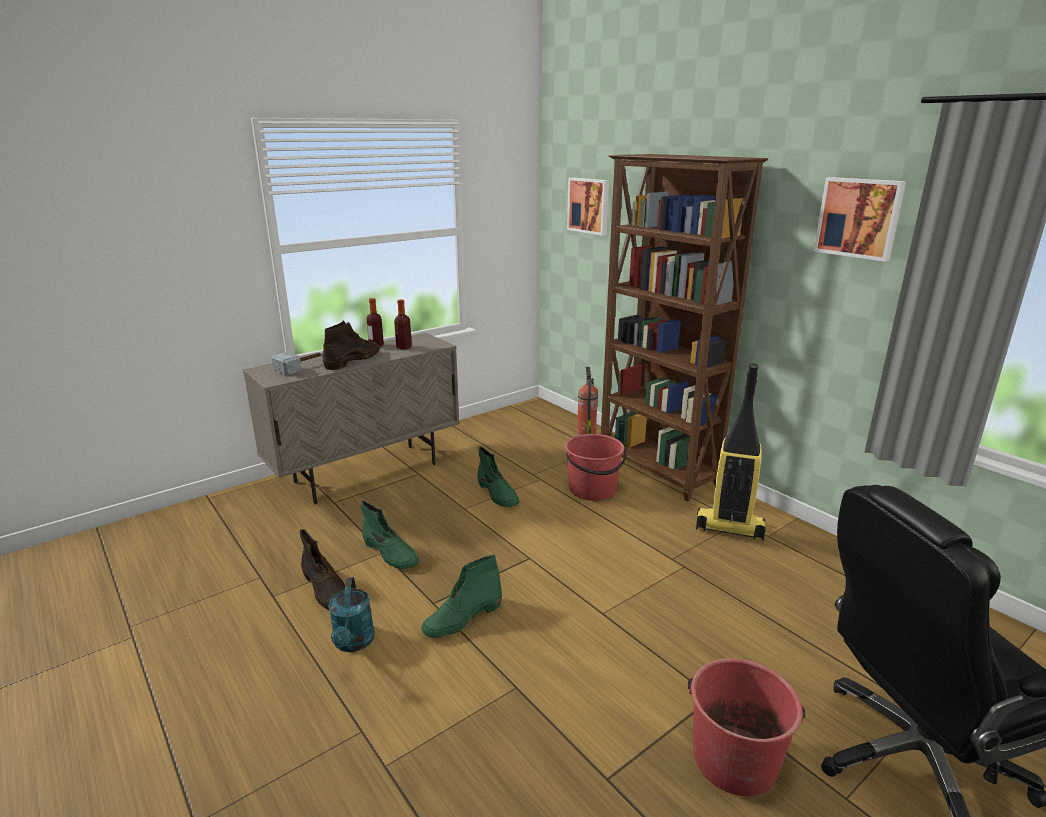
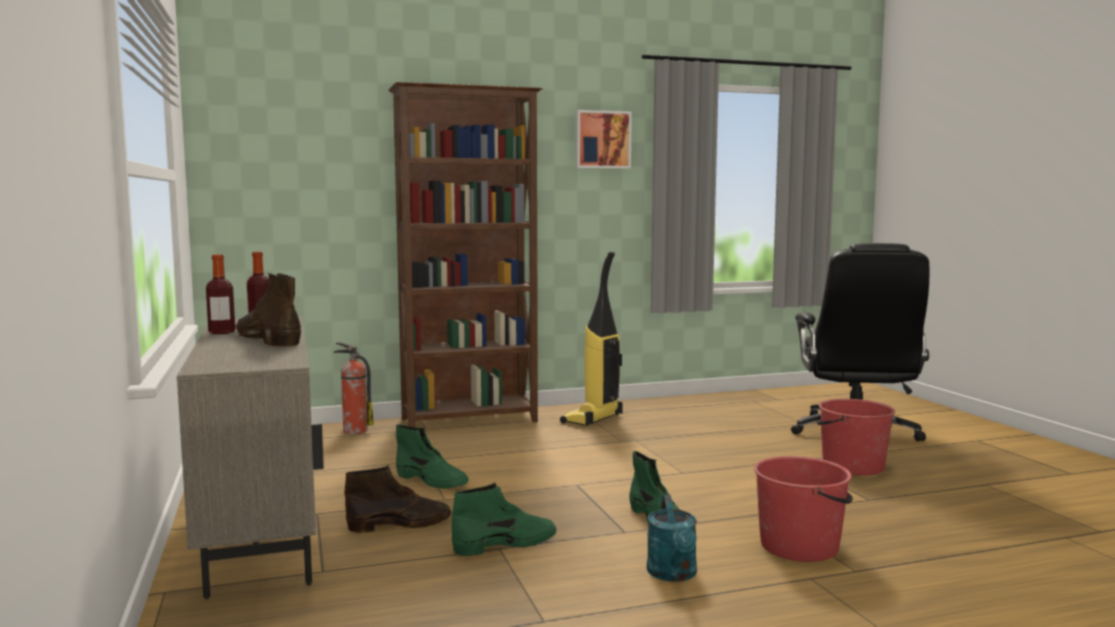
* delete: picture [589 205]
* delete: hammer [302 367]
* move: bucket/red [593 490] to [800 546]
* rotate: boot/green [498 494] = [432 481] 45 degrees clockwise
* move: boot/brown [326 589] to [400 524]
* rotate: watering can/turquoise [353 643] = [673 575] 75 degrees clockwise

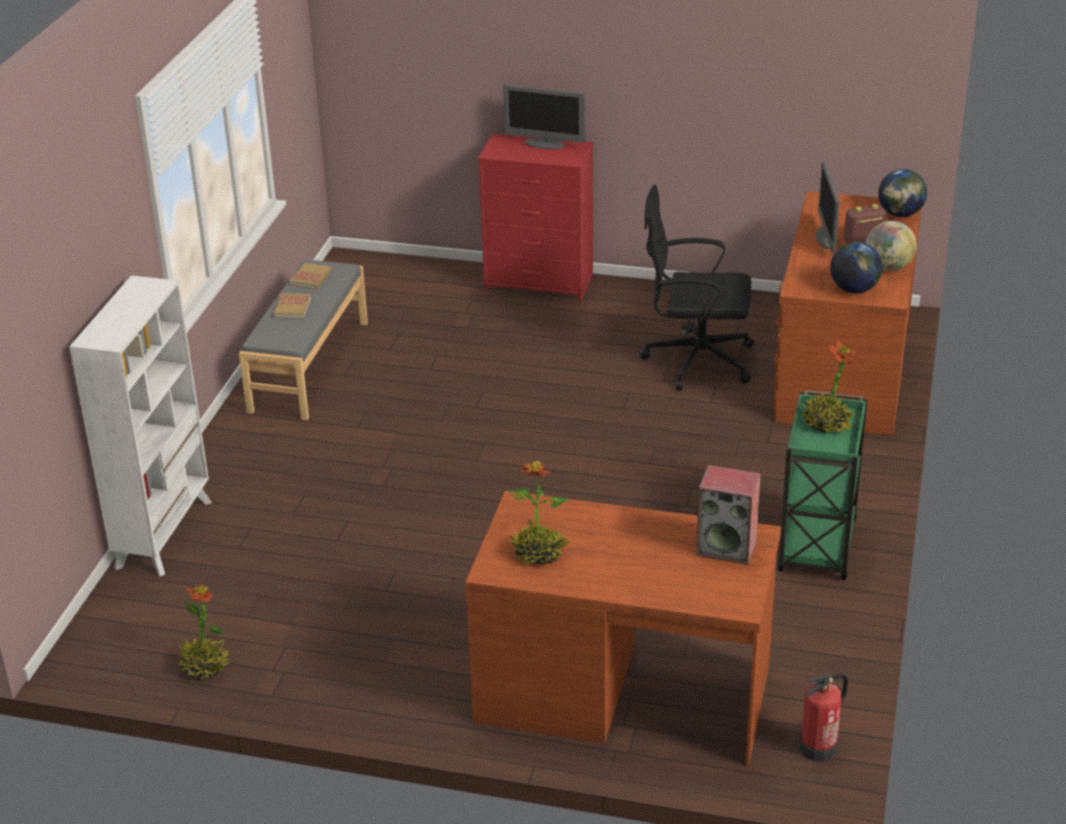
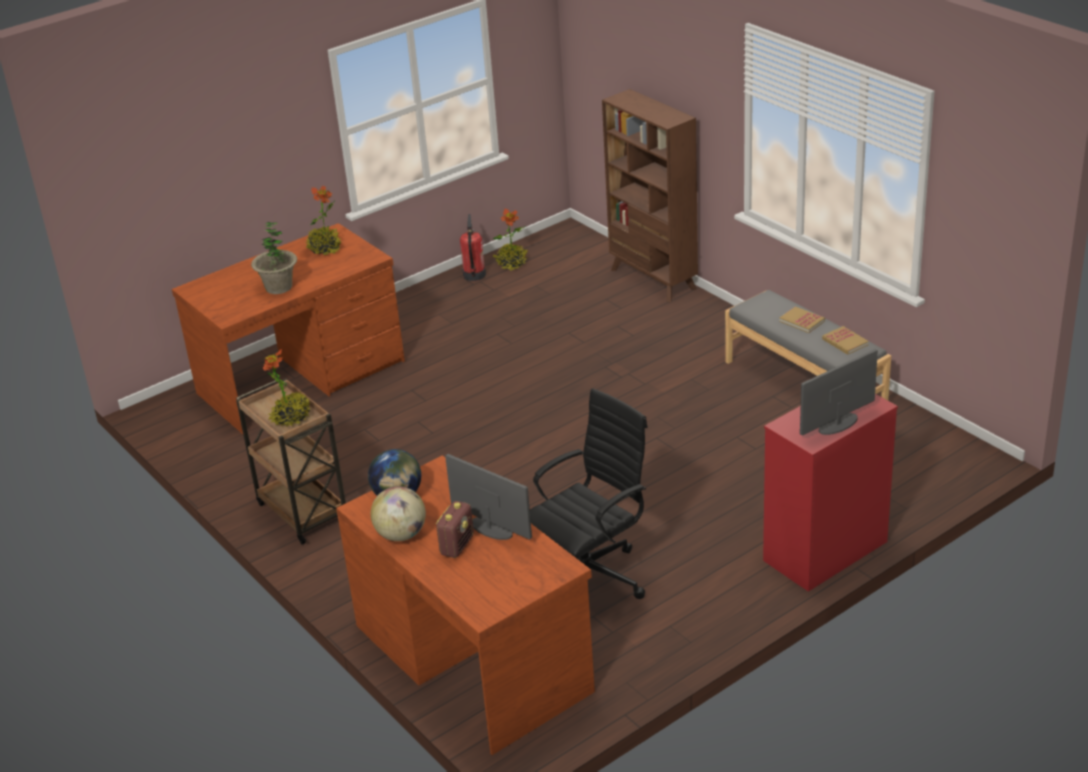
* delete: globe [900 214]
* recolor: bookcase/white [165 533] to bookcase/brown [653 279]
* recolor: cart/green [817 547] to cart/brown [302 511]
* delete: speaker [727 547]
* move: fire extinguisher [819 747] to [474 275]
* insert: potted plant [279 287]

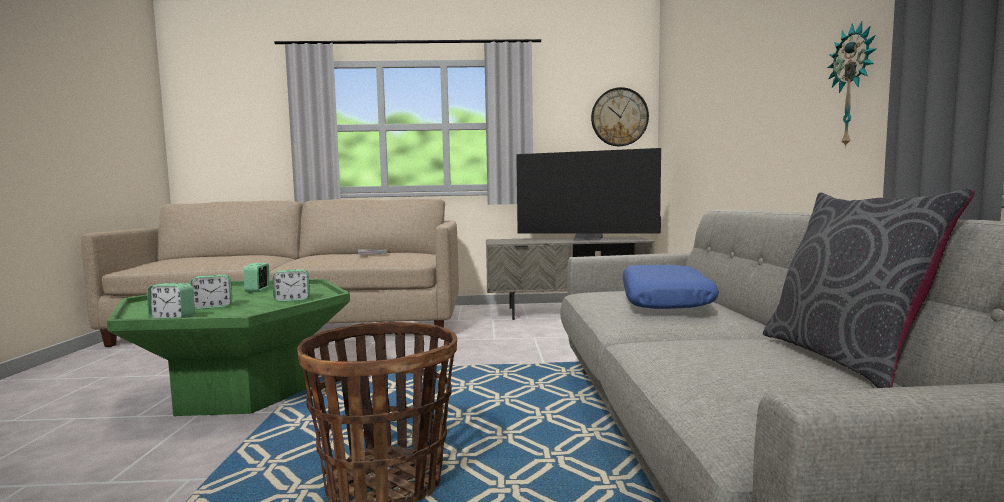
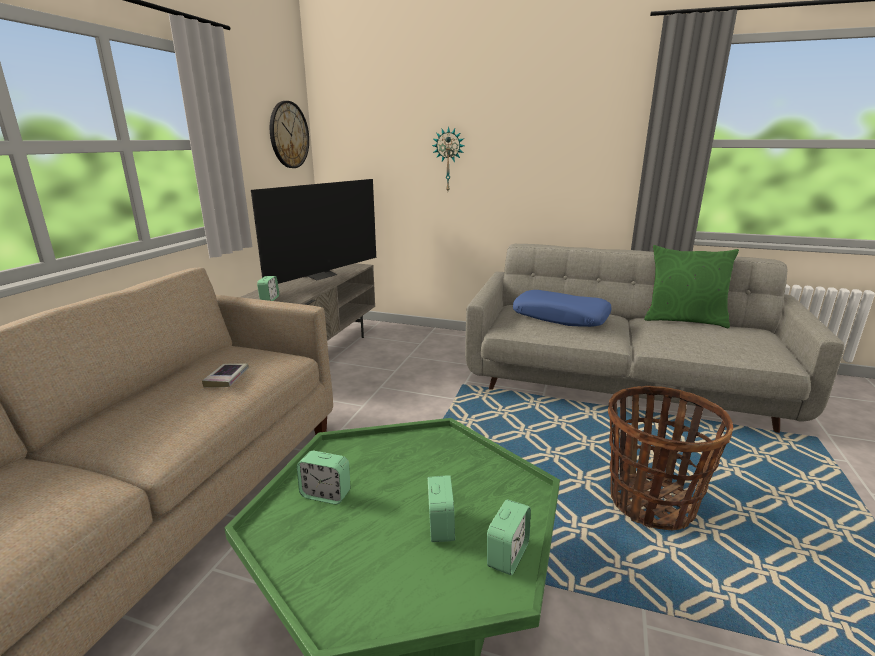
* move: wall clock [854 86] to [448 160]
* recolor: pillow/grey [843 358] to pillow/green [683 320]
* move: alarm clock [292 300] to [269 299]

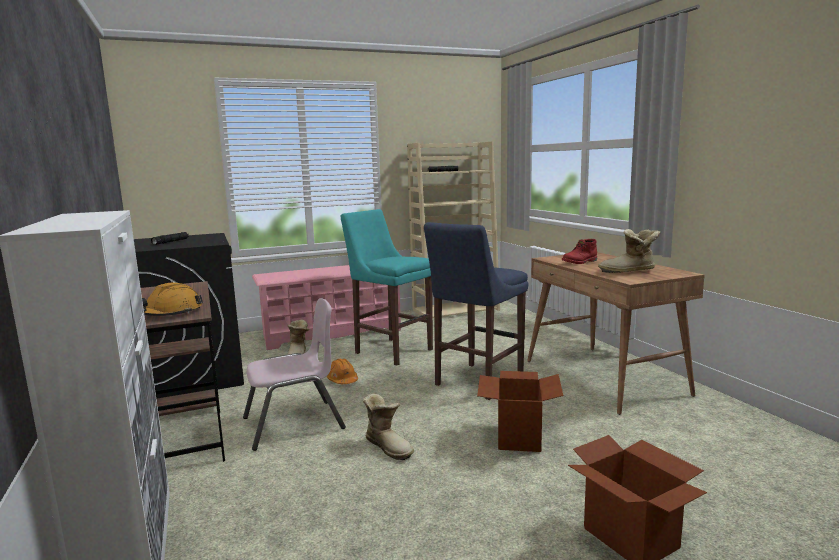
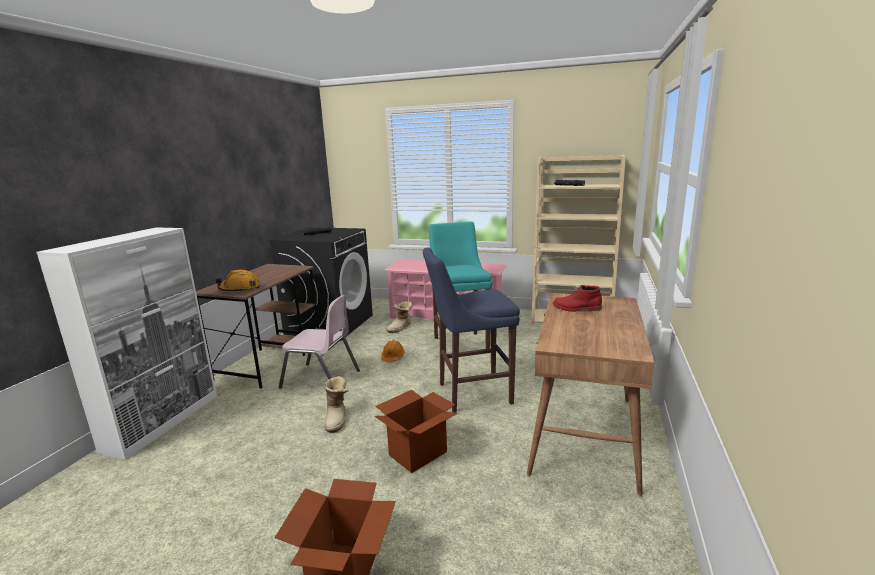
* delete: boot [629 271]

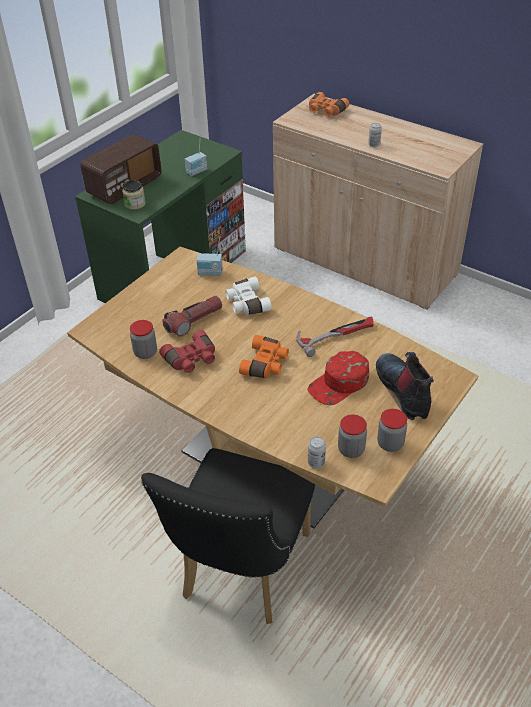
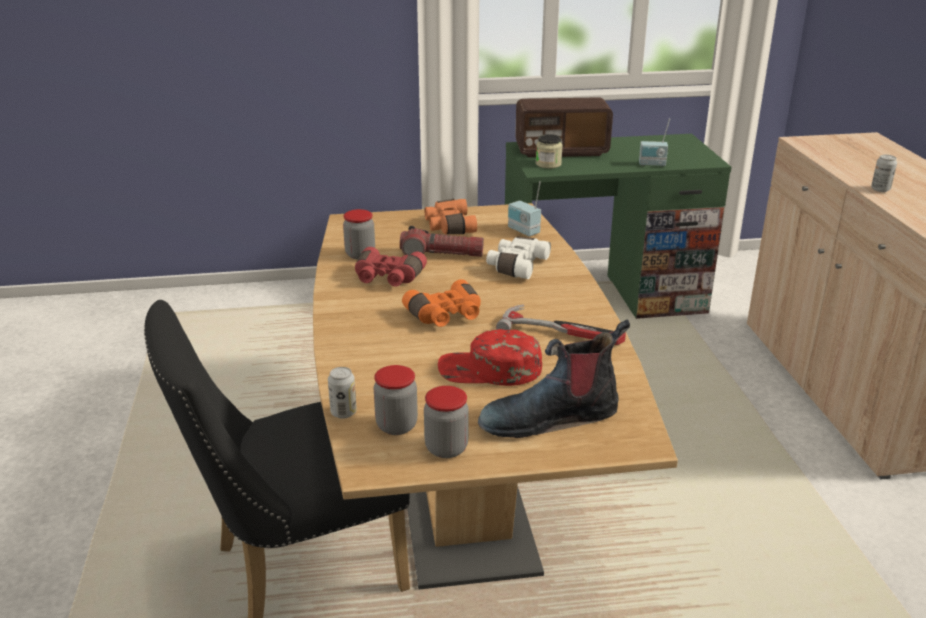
* move: binoculars/orange [325 111] to [448 226]
* rotate: boot [404 391] = [550 417] 135 degrees counterclockwise

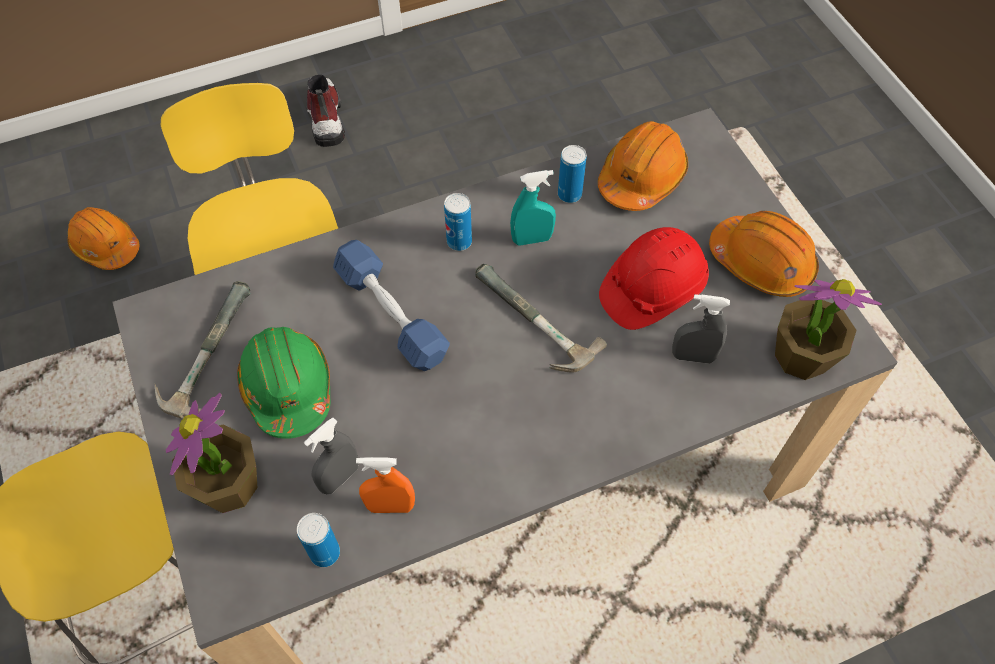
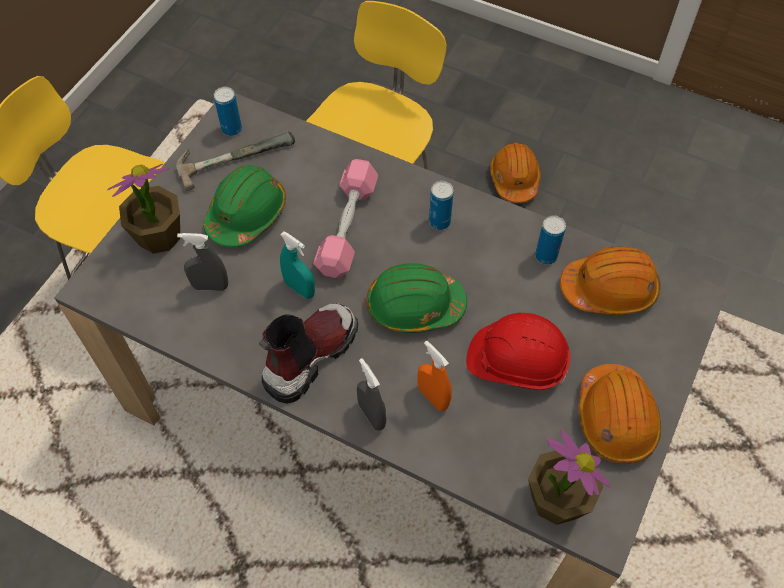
* move: boot [325 117] to [309 356]
* move: spray bottle/turquoise [532 239] to [299 289]
* move: hard hat/orange [106 246] to [514 179]
* recolor: dumbbell/blue [391 315] to dumbbell/pink [347 227]
* replace: hammer [527 323] to hard hat/green [414 306]
* move: spray bottle/grey [693 356] to [371 415]
* move: spray bottle/orange [390 506] to [433 397]
* move: can [325 553] to [231 129]

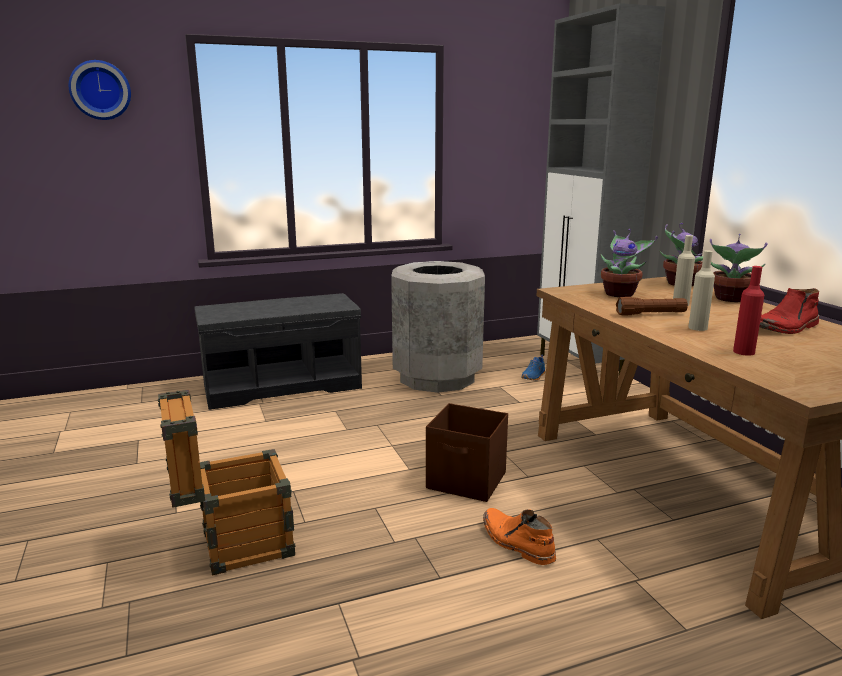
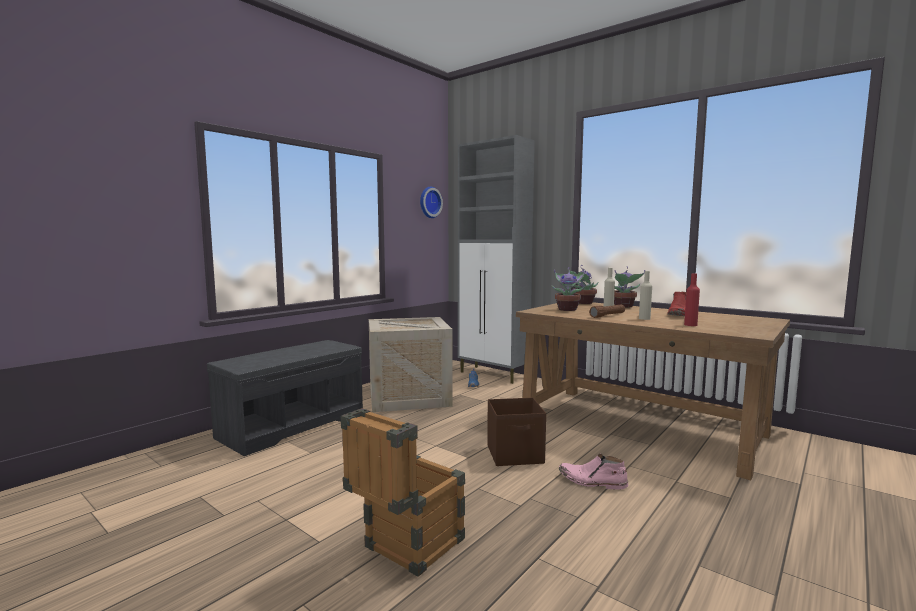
* move: wall clock [100 90] to [429 202]
* replace: trash can/grey [437 377] to crate [410 396]
* recolor: boot/orange [516 543] to boot/pink [592 481]

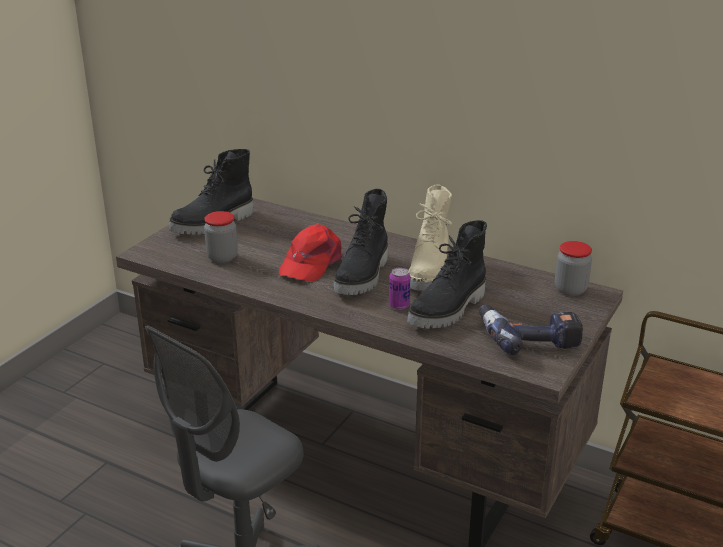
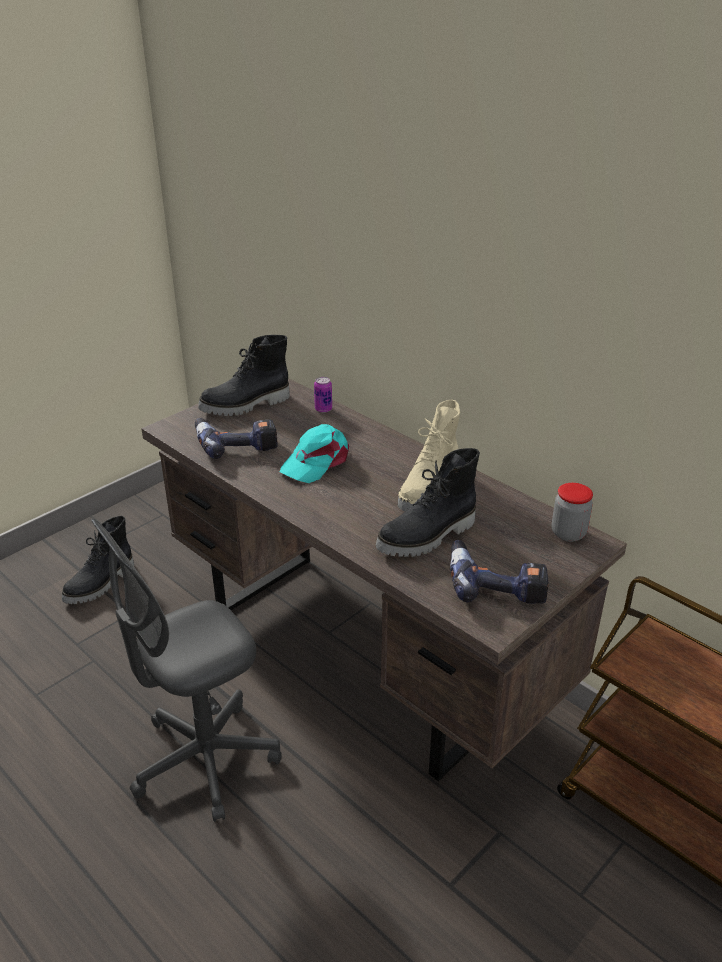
* move: boot/black [363 276] to [101 584]
* replace: jar [222 257] to power drill [236 443]
* recolor: cap/red [311 262] to cap/turquoise [317 461]
* move: can [399 305] to [323 409]

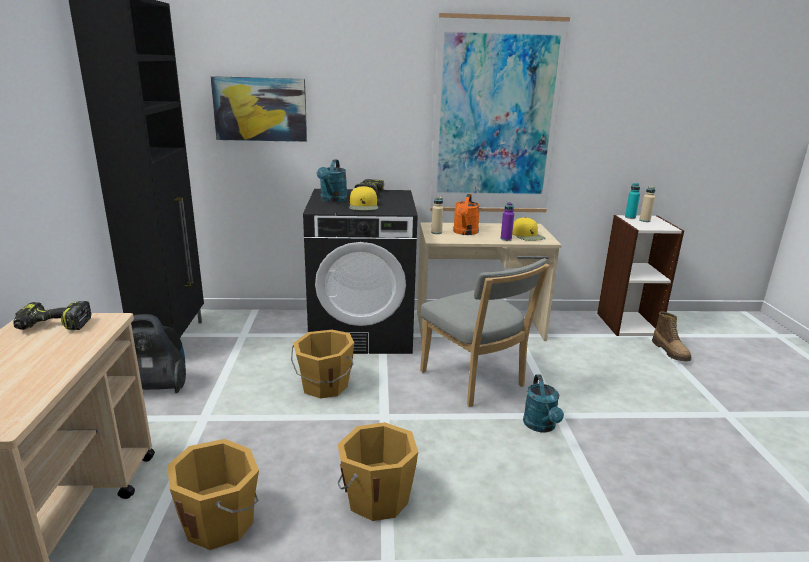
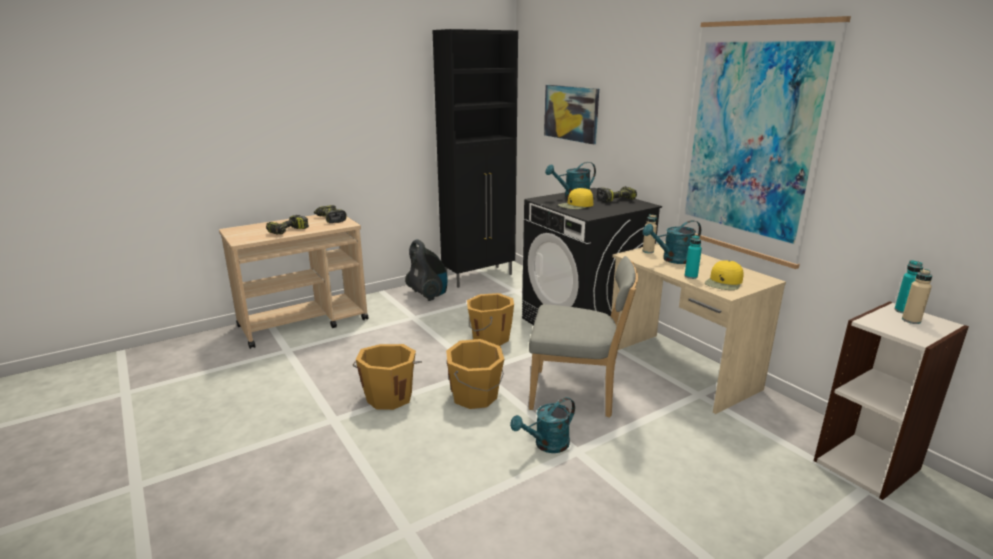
* recolor: watering can/orange [465 232] to watering can/turquoise [672 260]
* recolor: bottle/purple [506 239] to bottle/turquoise [691 276]
* rotate: chair/grey [475 381] = [577 394] 105 degrees counterclockwise
* delete: boot [671 352]
* move: bucket/orange [221 522] to [475 396]
* insert: power drill [288 231]

